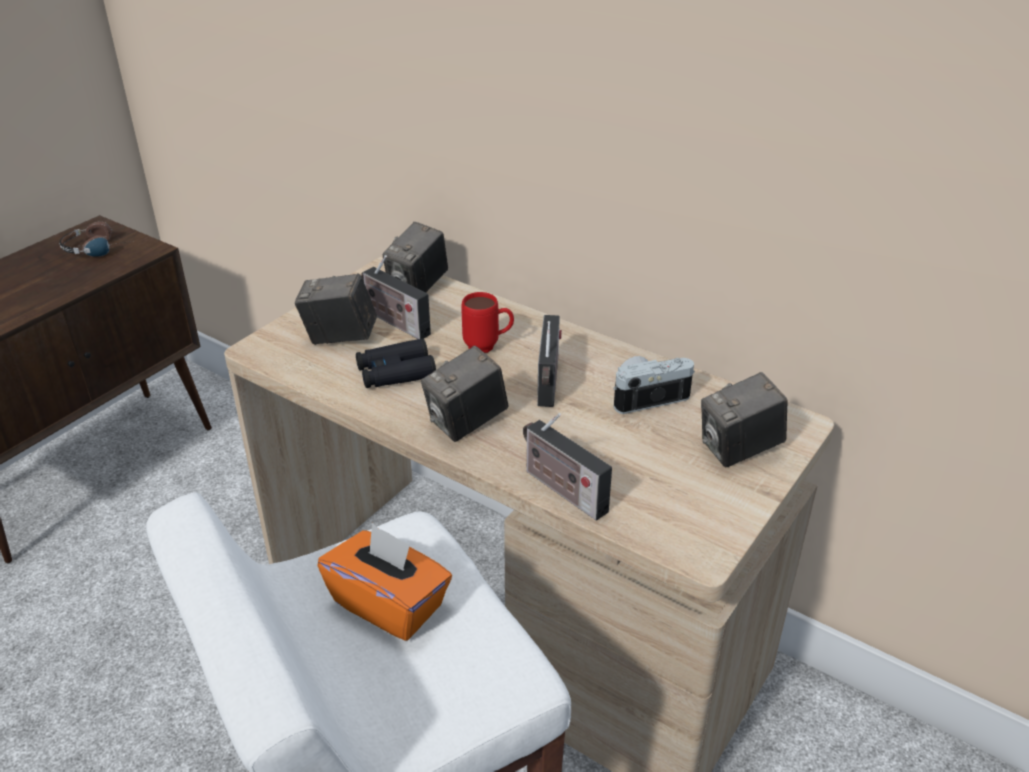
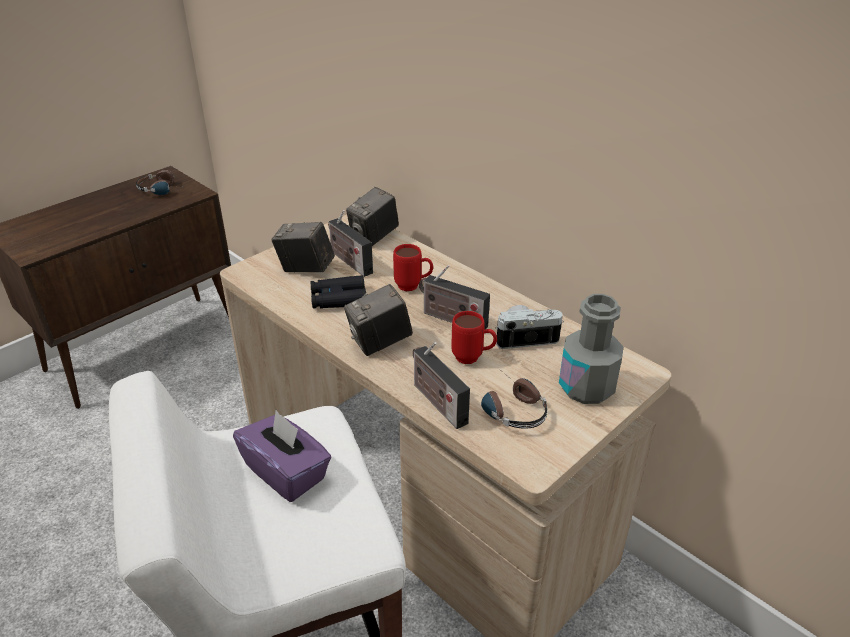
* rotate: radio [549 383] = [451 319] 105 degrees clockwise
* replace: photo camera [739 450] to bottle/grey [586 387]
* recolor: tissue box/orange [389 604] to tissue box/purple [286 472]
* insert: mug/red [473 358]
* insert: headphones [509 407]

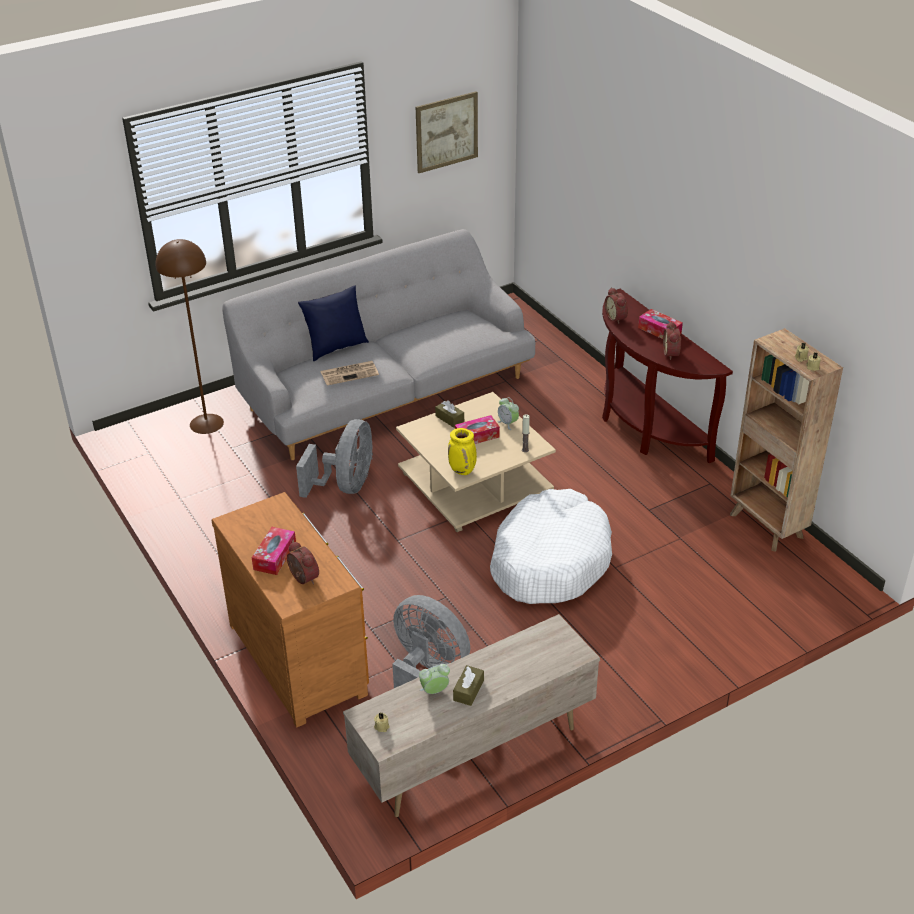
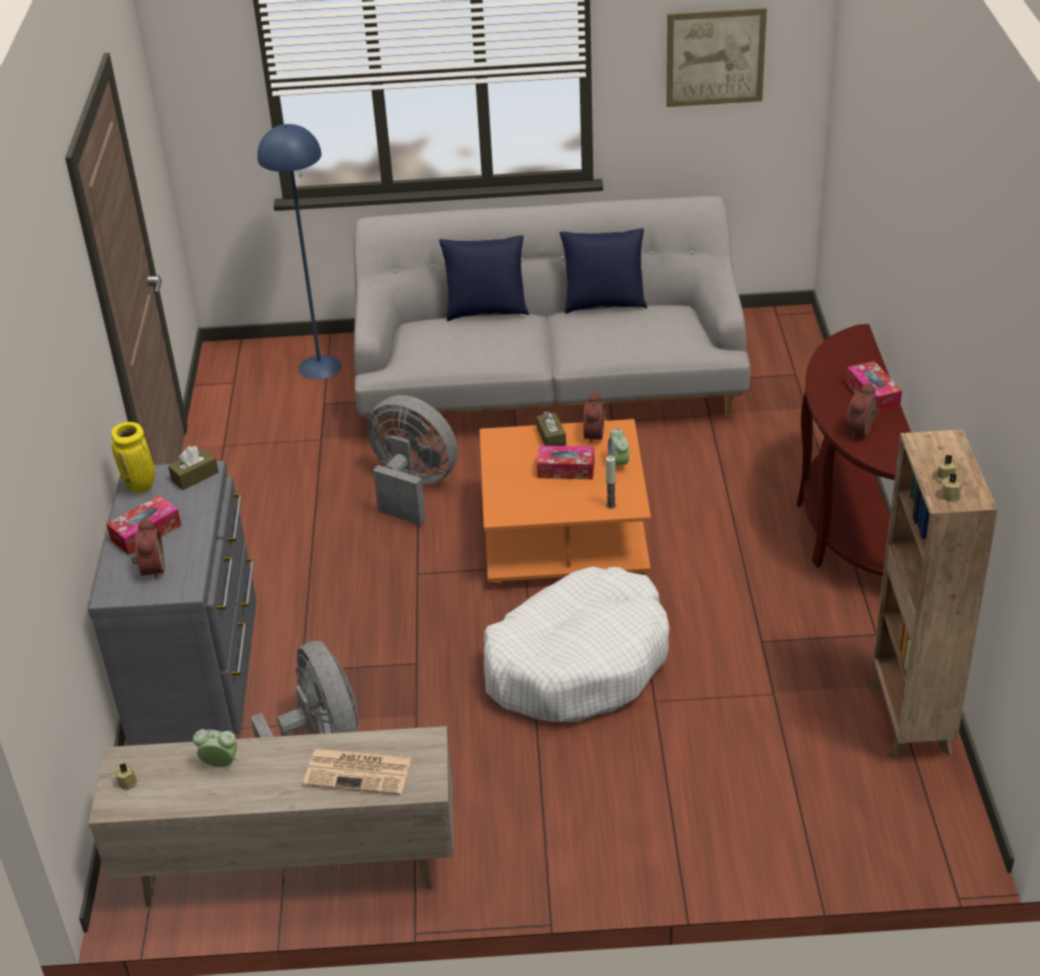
* recolor: floor lamp/brown [206 423] to floor lamp/blue [320 367]
* move: alarm clock [617 318] to [596 435]
* move: newspaper [350 373] to [359 771]
* recolor: coffee table/beige [475 483] to coffee table/orange [566 533]
* rotate: fan/grey [346 485] = [412 487] 105 degrees counterclockwise
* move: vase/yellow [463 470] to [141 486]
* recolor: dresser/brown [300 656] to dresser/grey [200 673]
* move: tissue box/brown [468 690] to [195 476]
* insert: pillow/blue [604 304]

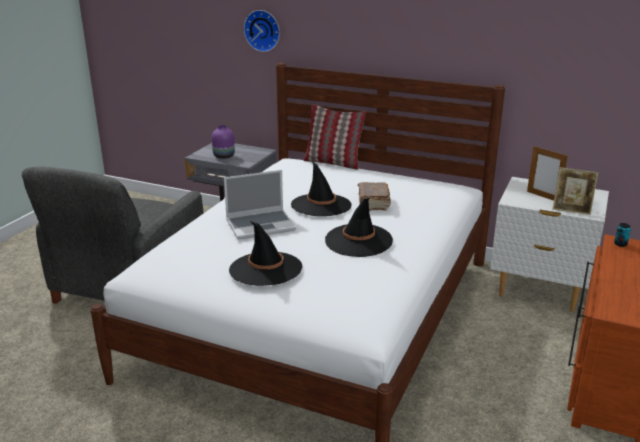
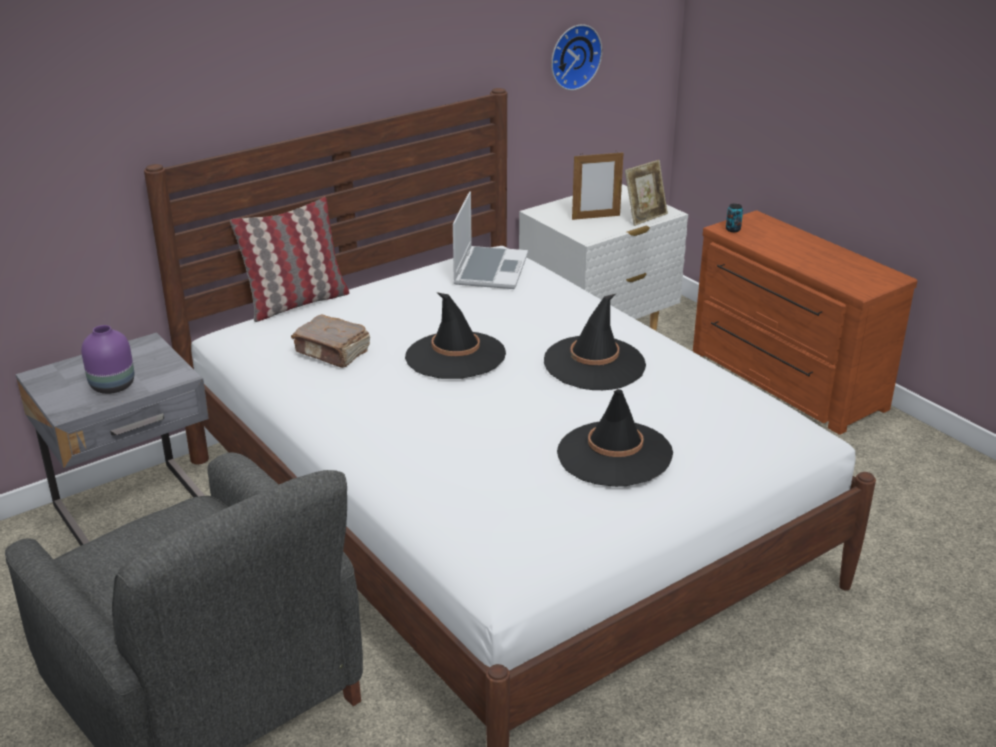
* move: wall clock [263 30] to [573 56]
* move: laptop [261 225] to [490 269]
* move: book/brown [373 203] to [332 352]

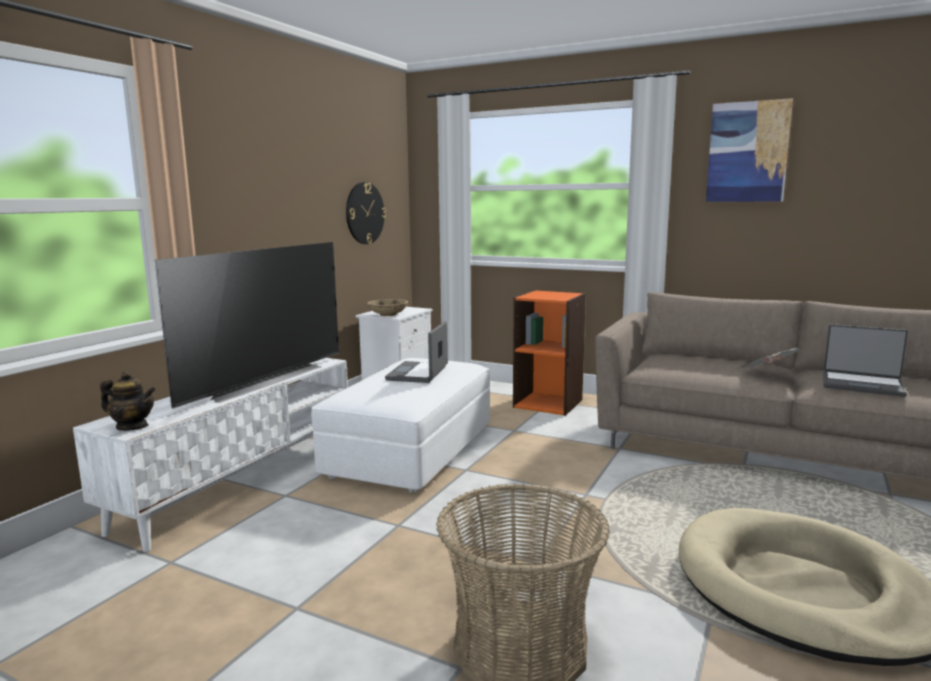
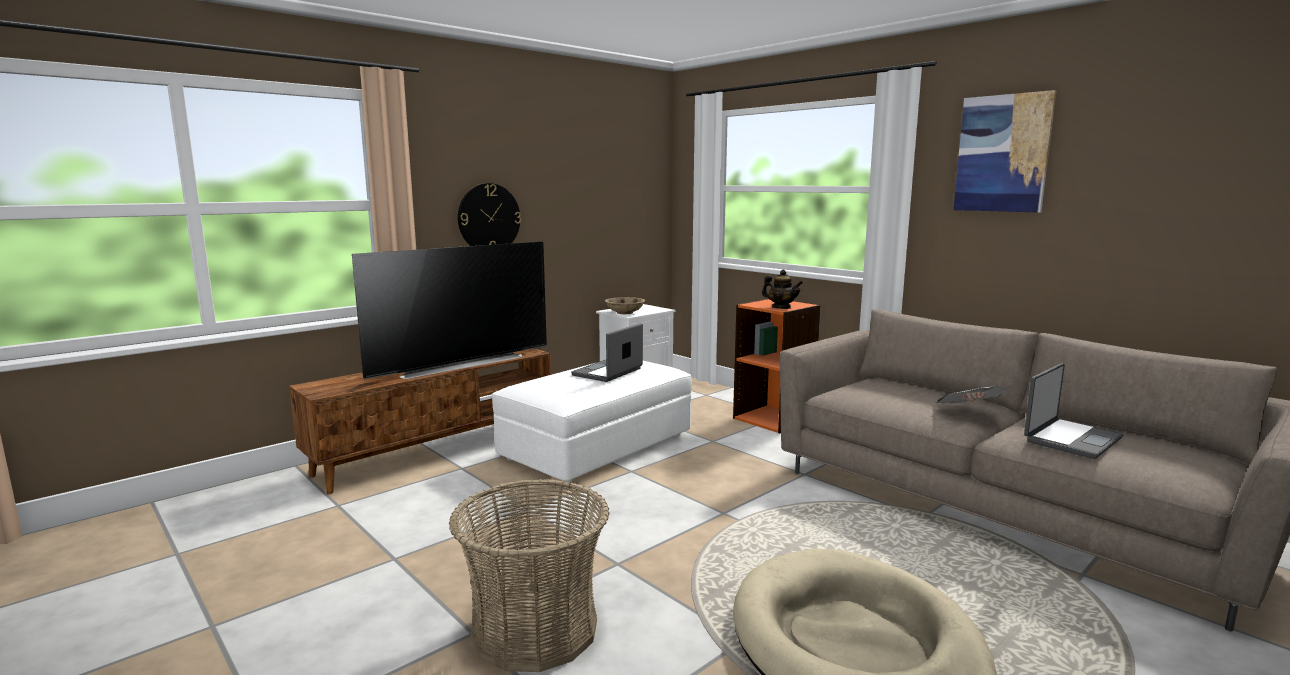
* move: wall clock [364 213] to [489 218]
* rotate: laptop [862 385] = [1070 439] 90 degrees counterclockwise
* recolor: tv stand/white [241 482] to tv stand/brown [437 451]
* move: teapot [132 427] to [781 308]

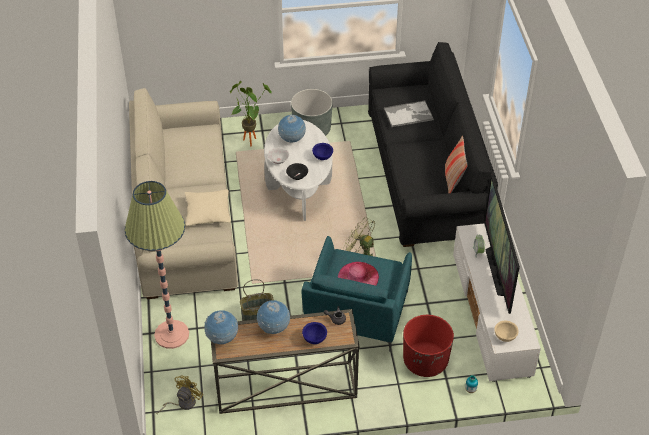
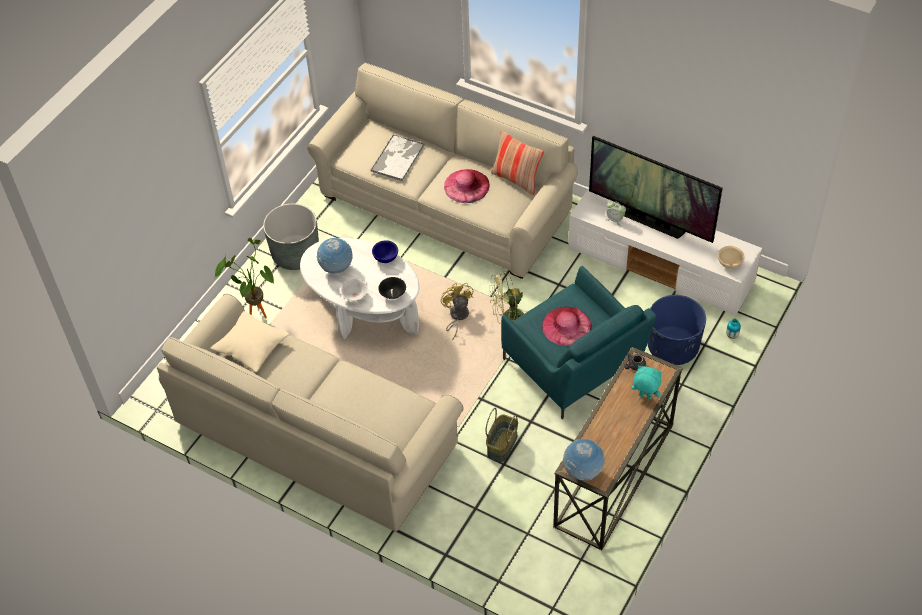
* recolor: sofa/black [426 174] to sofa/beige [446 204]
* delete: floor lamp [171 334]
* move: pillow/beige [208 213] to [251 347]
* delete: globe [273 328]
* recolor: planter/red [425 361] to planter/blue [672 347]
* replace: bowl/blue [314 338] to plush toy/turquoise [645 397]
* move: fan/yellow [182 403] to [457 316]
* insert: hat/pink [466 186]

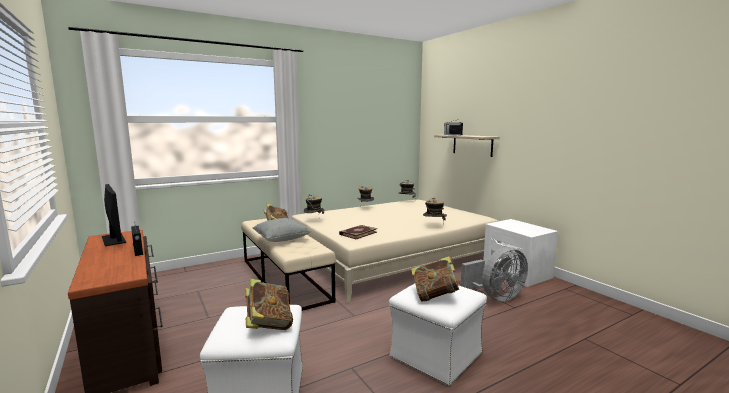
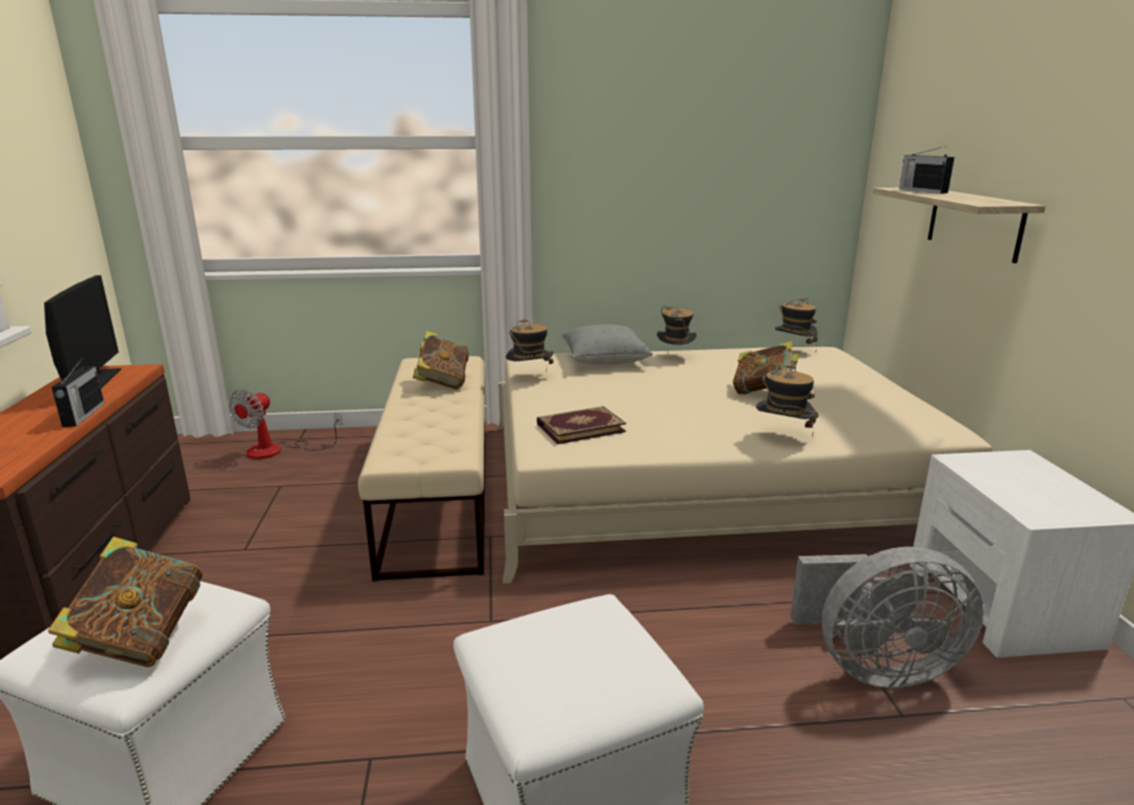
* move: pillow/grey [281 239] to [604 361]
* move: book [435 296] to [763 392]
* insert: fan [277 450]

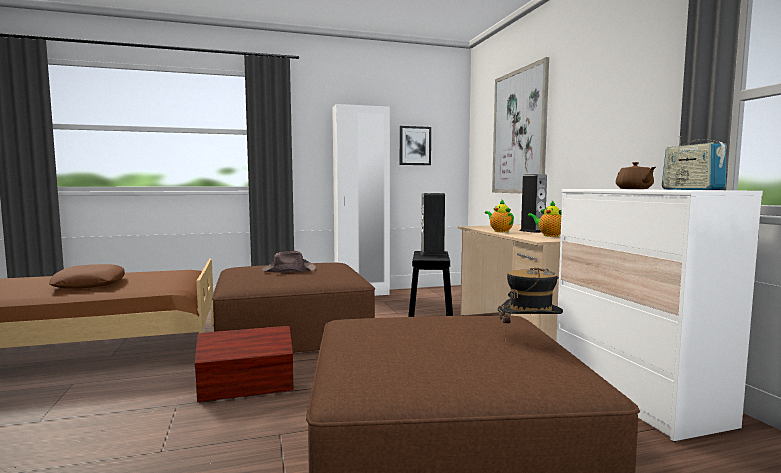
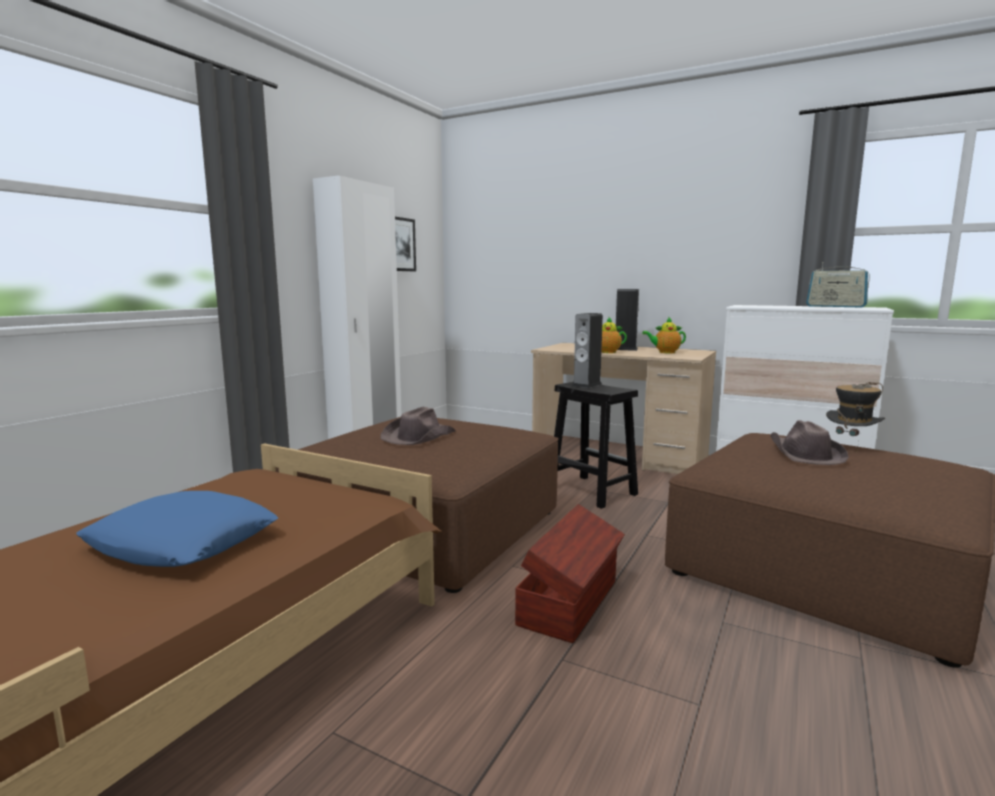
* delete: picture [519 132]
* delete: teapot/brown [634 189]
* recolor: pillow/brown [90 284] to pillow/blue [182 542]
* insert: hat/brown [804 454]

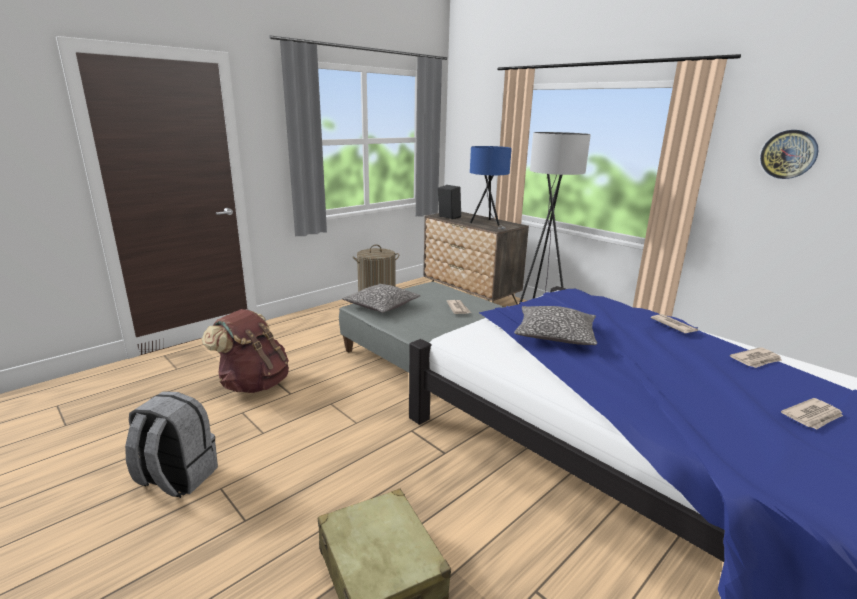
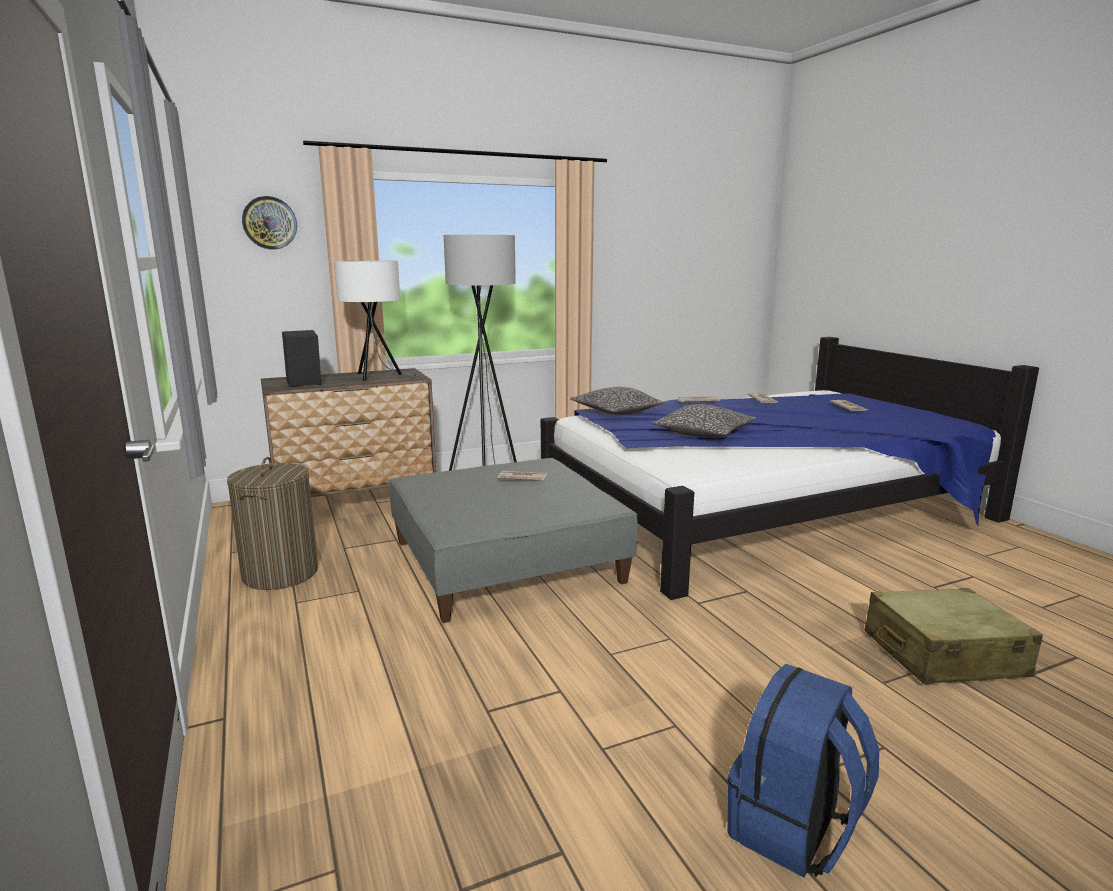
* move: wall clock [788 154] to [269 223]
* recolor: table lamp/blue [487 224] to table lamp/white [378 377]
* move: pillow [381 306] to [617 412]
* delete: backpack/brown [254 384]
* recolor: backpack/grey [176 478] to backpack/blue [794 829]

